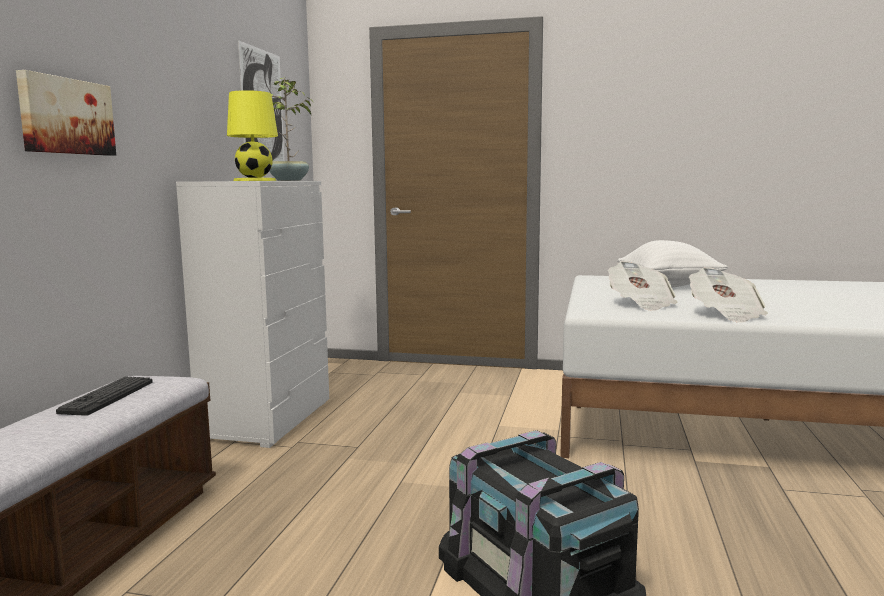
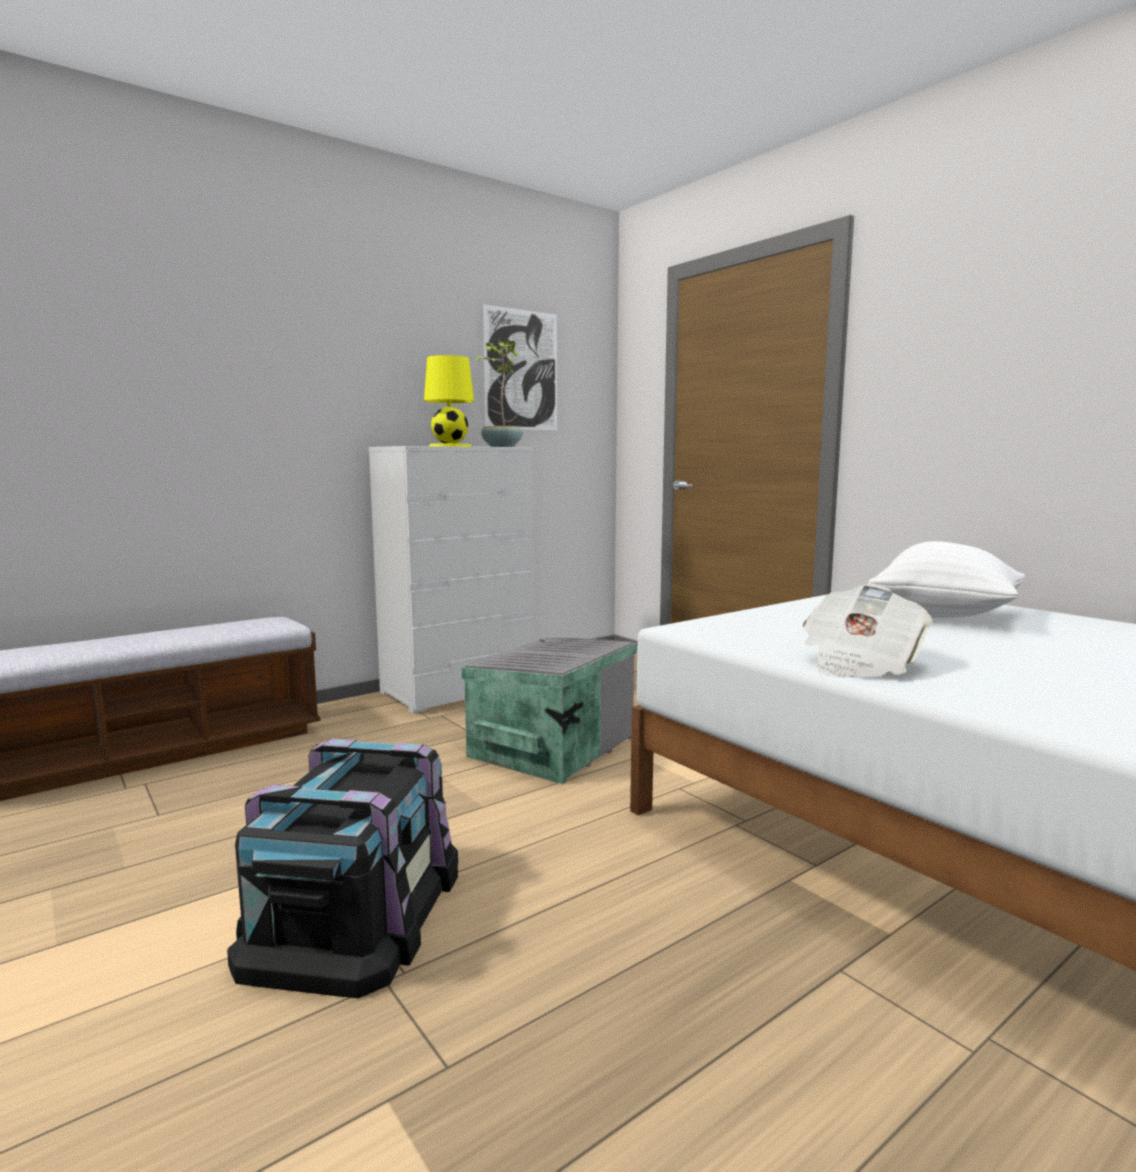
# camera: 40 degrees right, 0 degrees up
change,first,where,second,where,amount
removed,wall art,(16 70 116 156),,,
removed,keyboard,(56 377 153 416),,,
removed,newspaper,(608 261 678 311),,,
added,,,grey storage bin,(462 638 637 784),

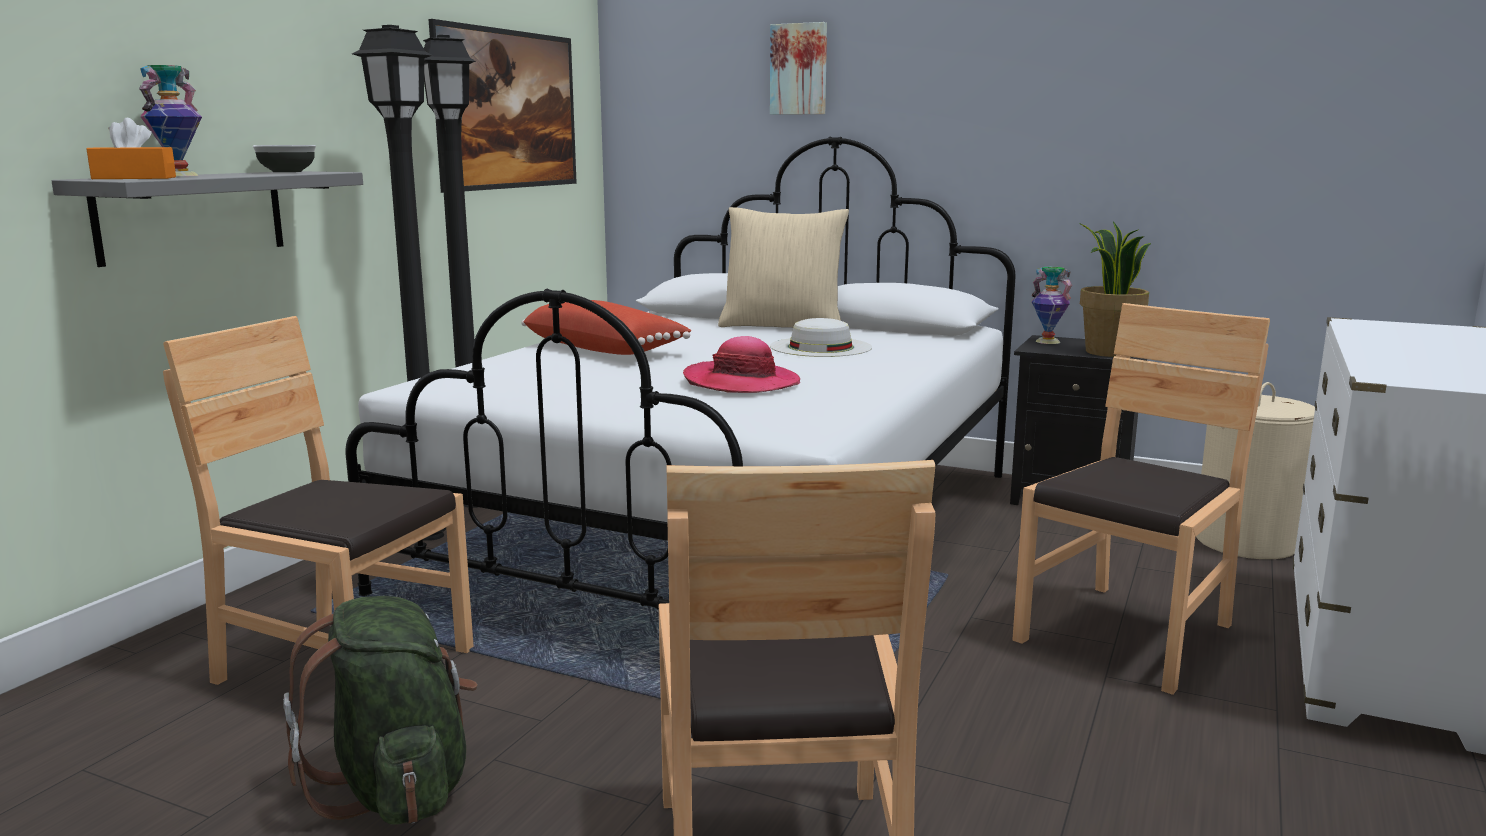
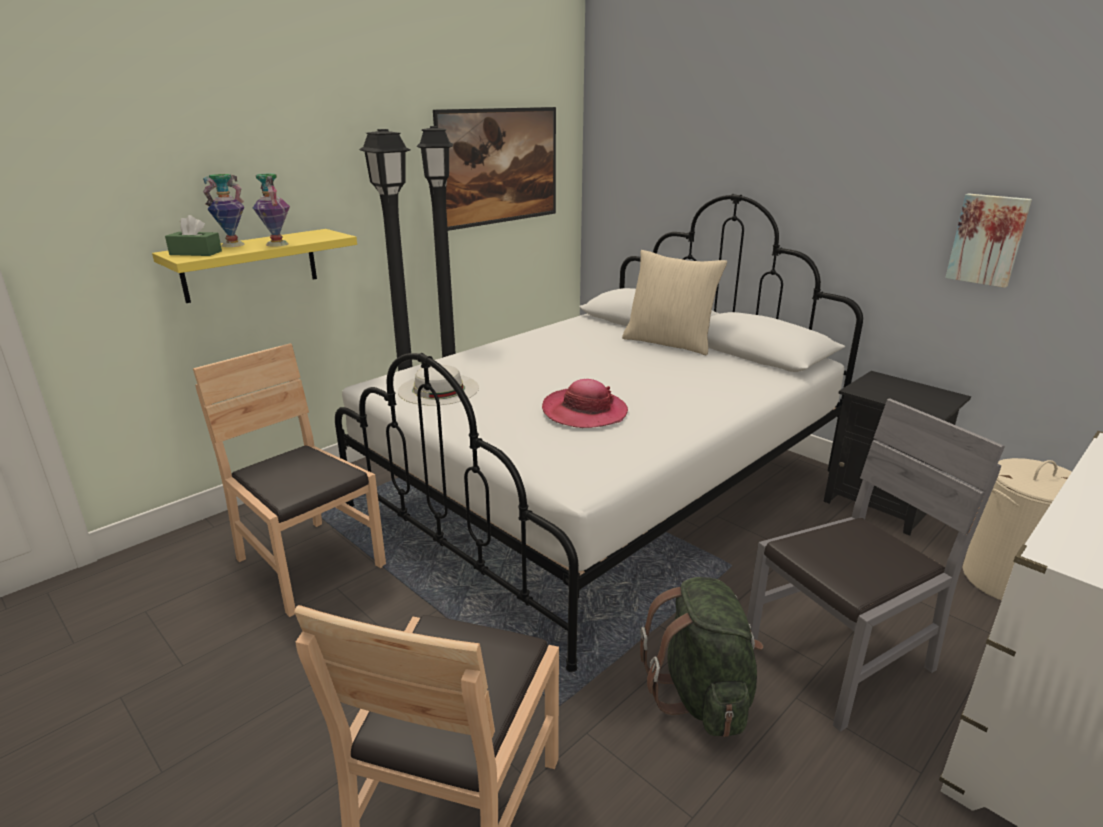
# camera: 20 degrees right, 10 degrees up
change,first,where,second,where,amount
recoloured,grey bracket shelf,(52 171 363 267),yellowish bracket shelf,(152 229 357 303),
recoloured,orange tissue holder,(87 118 176 179),green tissue holder,(165 215 222 256),
removed,deep dish,(252 145 316 172),,,
moved,green rucksack,(283 596 478 825),,(640 577 763 737),
removed,red pillow,(521 300 691 355),,,
moved,wall art,(770 22 827 115),,(945 193 1032 288),
moved,white-coloured hat,(770 318 872 357),,(398 365 479 405),
recoloured,brown chair,(1012 303 1270 695),grey chair,(747 398 1005 732),
moved,decorative vase,(1032 267 1072 344),,(253 174 290 247),
removed,plant in a pot,(1079 221 1151 357),,,

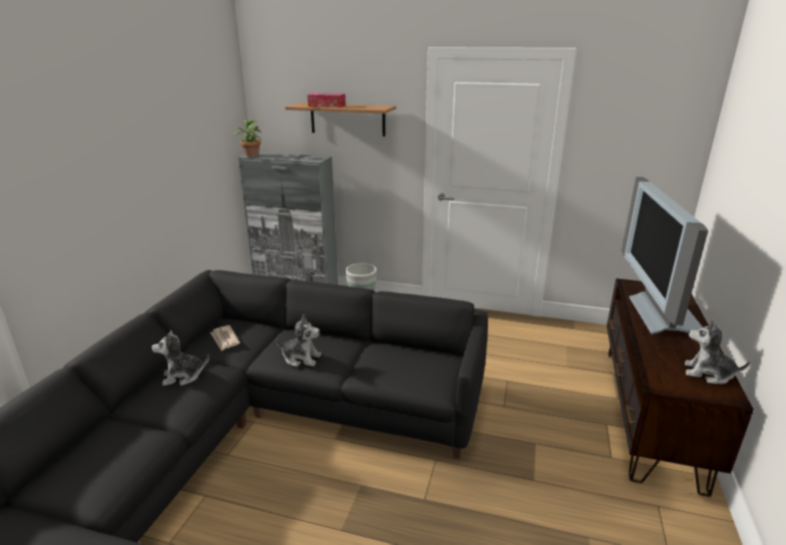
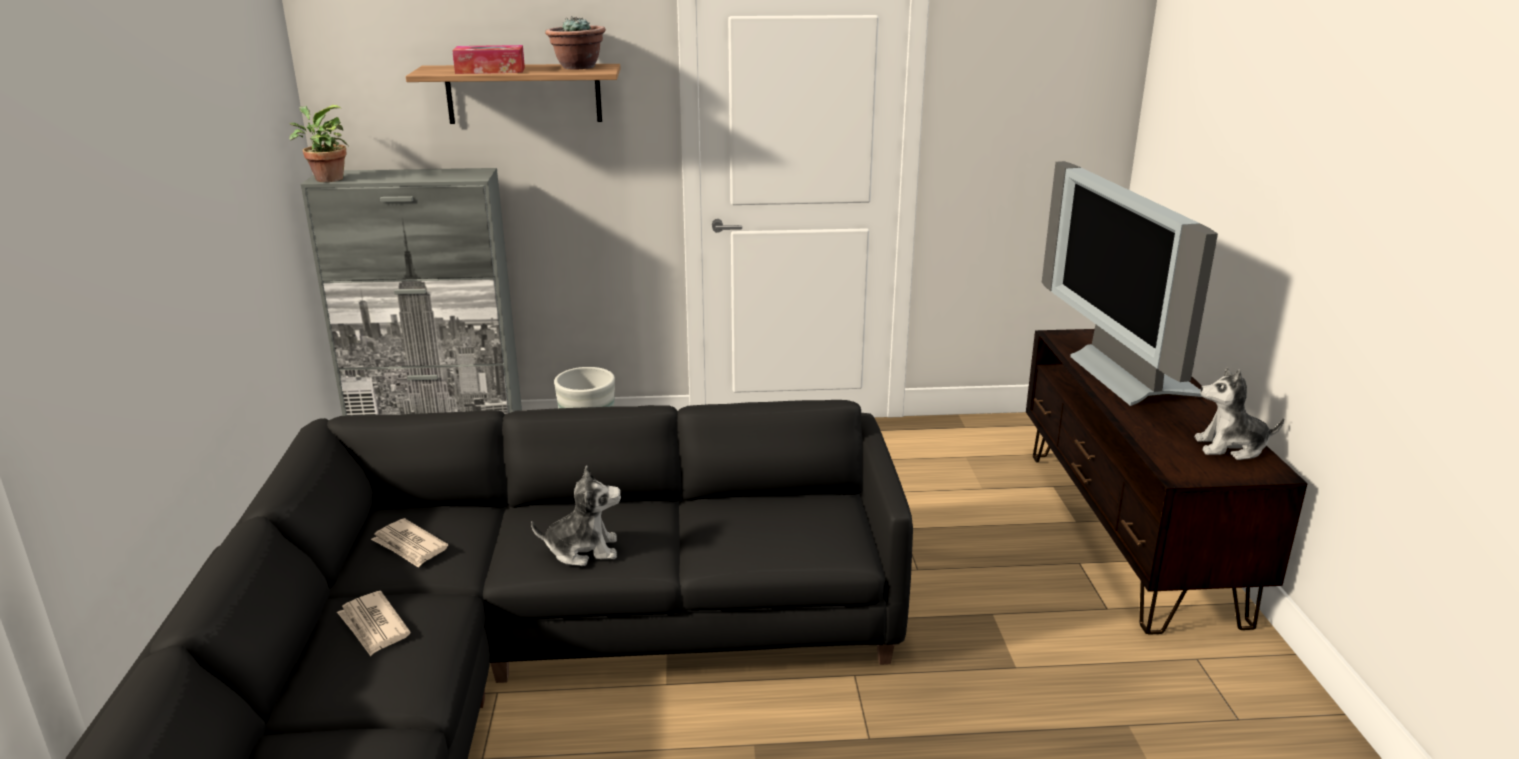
# camera: 20 degrees left, 0 degrees up
change,first,where,second,where,amount
replaced,cuddly toy,(152 330 209 386),newspaper,(337 591 411 656),
added,,,plant in a pot,(545 16 606 69),

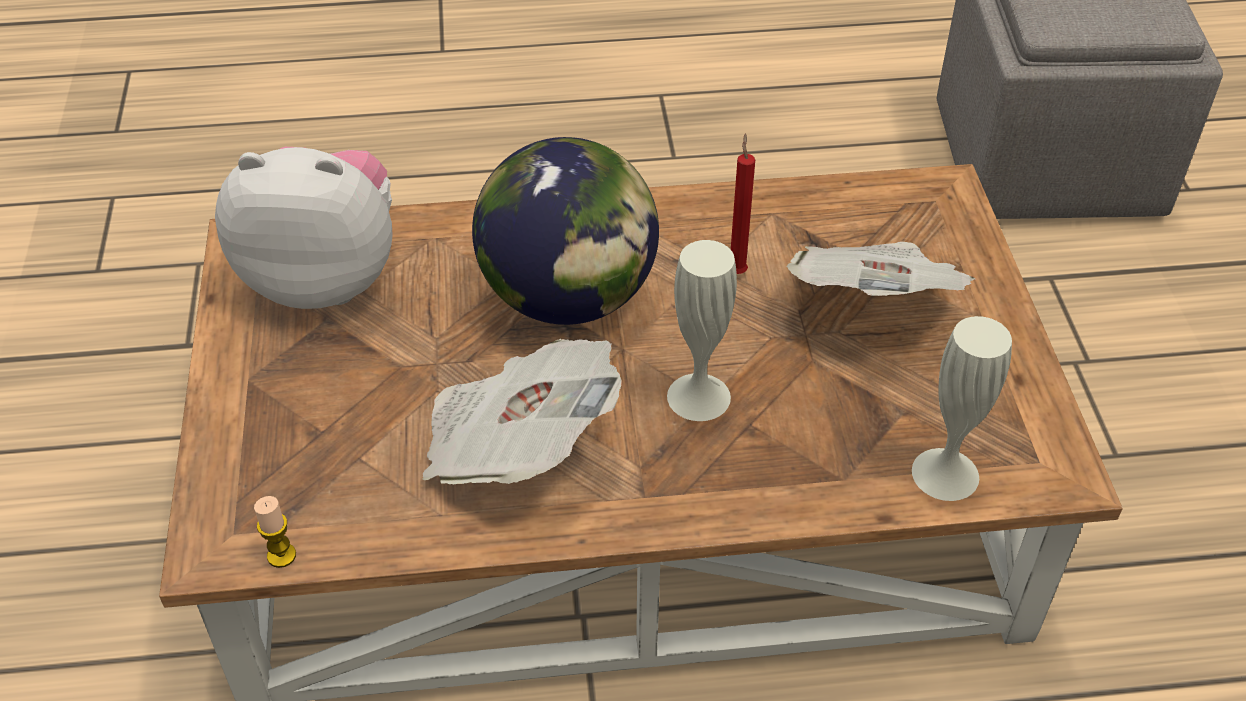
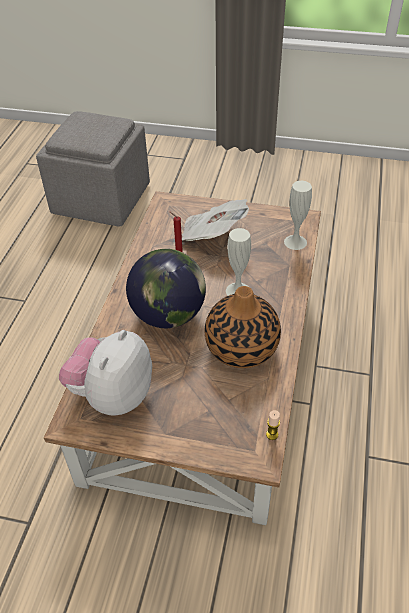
# camera: 70 degrees left, 0 degrees up
change,first,where,second,where,amount
replaced,newspaper,(422 339 622 484),decorative vase,(205 286 281 368),

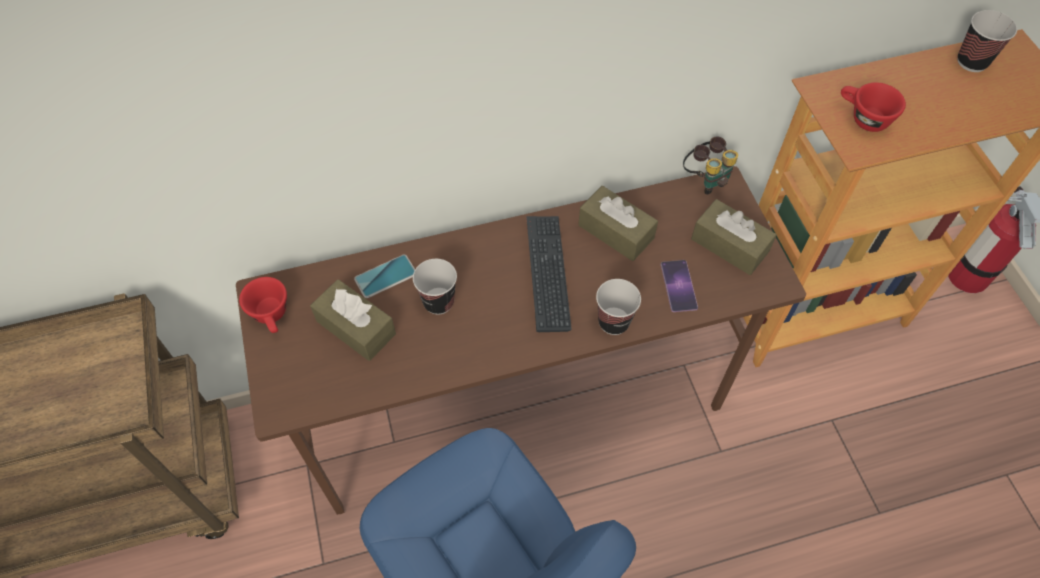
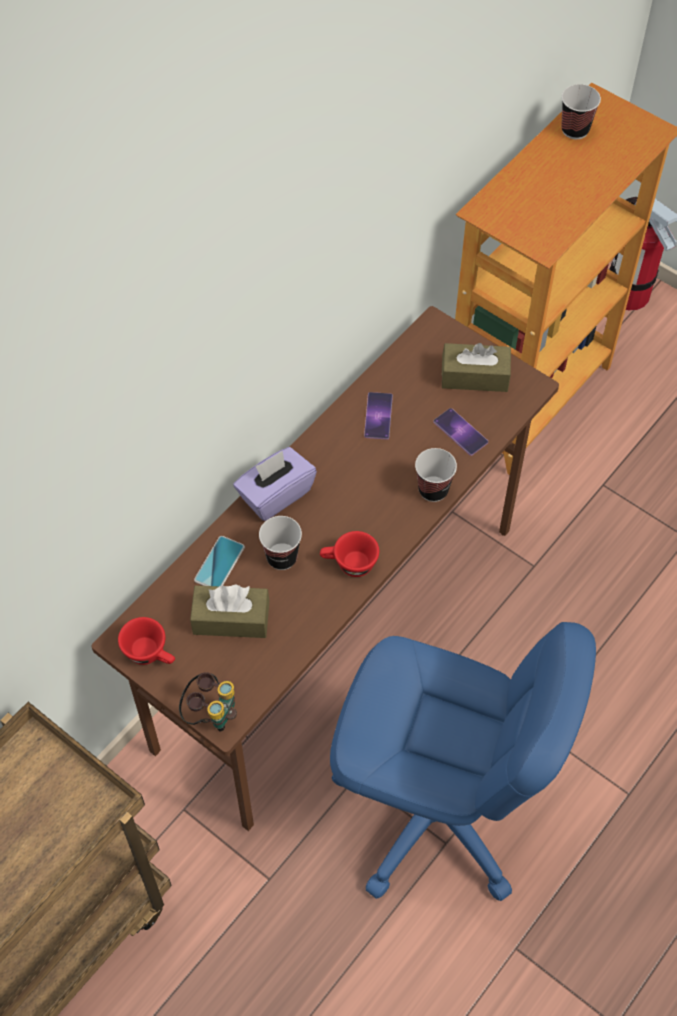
# camera: 35 degrees left, 0 degrees up
change,first,where,second,where,amount
removed,keyboard,(526 216 572 332),,,
replaced,brown tissue holder,(578 186 658 261),phone,(364 392 393 440),
moved,field glasses,(683 137 738 195),,(179 672 237 731),
moved,red cup,(841 82 906 132),,(320 531 379 577),
added,,,purplish tissue holder,(233 447 317 521),

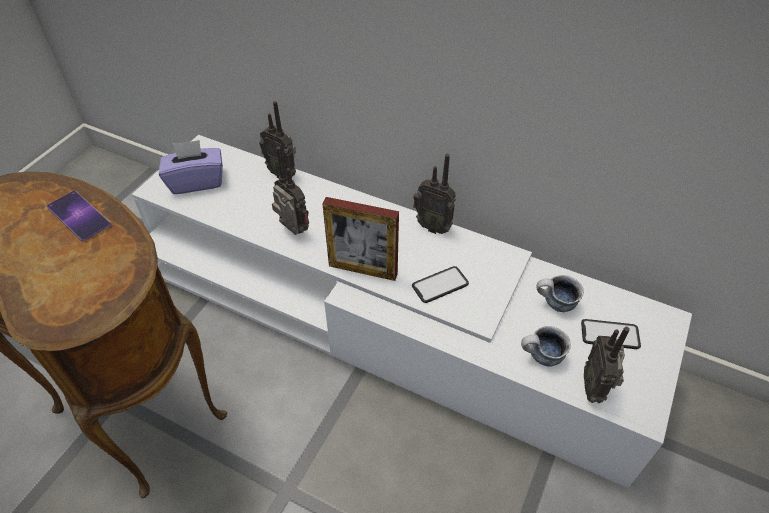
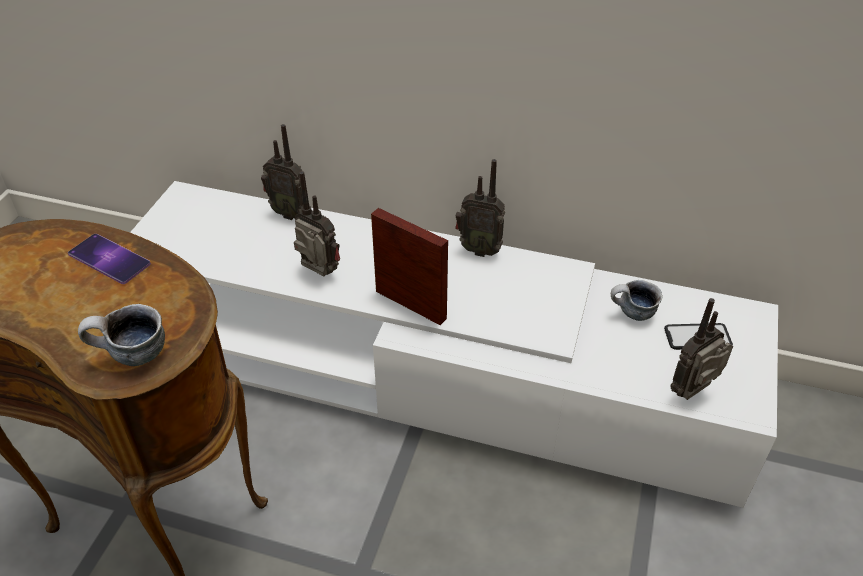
# camera: 10 degrees left, 5 degrees down
change,first,where,second,where,amount
removed,purplish tissue holder,(159 140 223 194),,,
turned,photo frame,(323 197 399 281),,(371 208 448 325),150 degrees counterclockwise
removed,phone,(412 266 469 303),,,
moved,mug,(521 326 571 367),,(78 304 165 366),
turned,radio receiver,(584 327 630 403),,(670 298 733 400),60 degrees clockwise

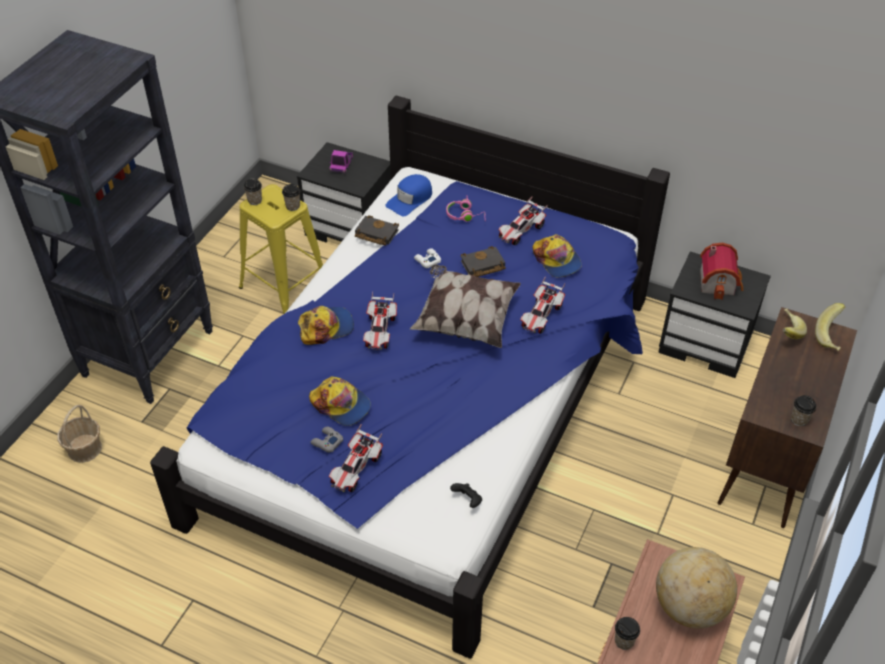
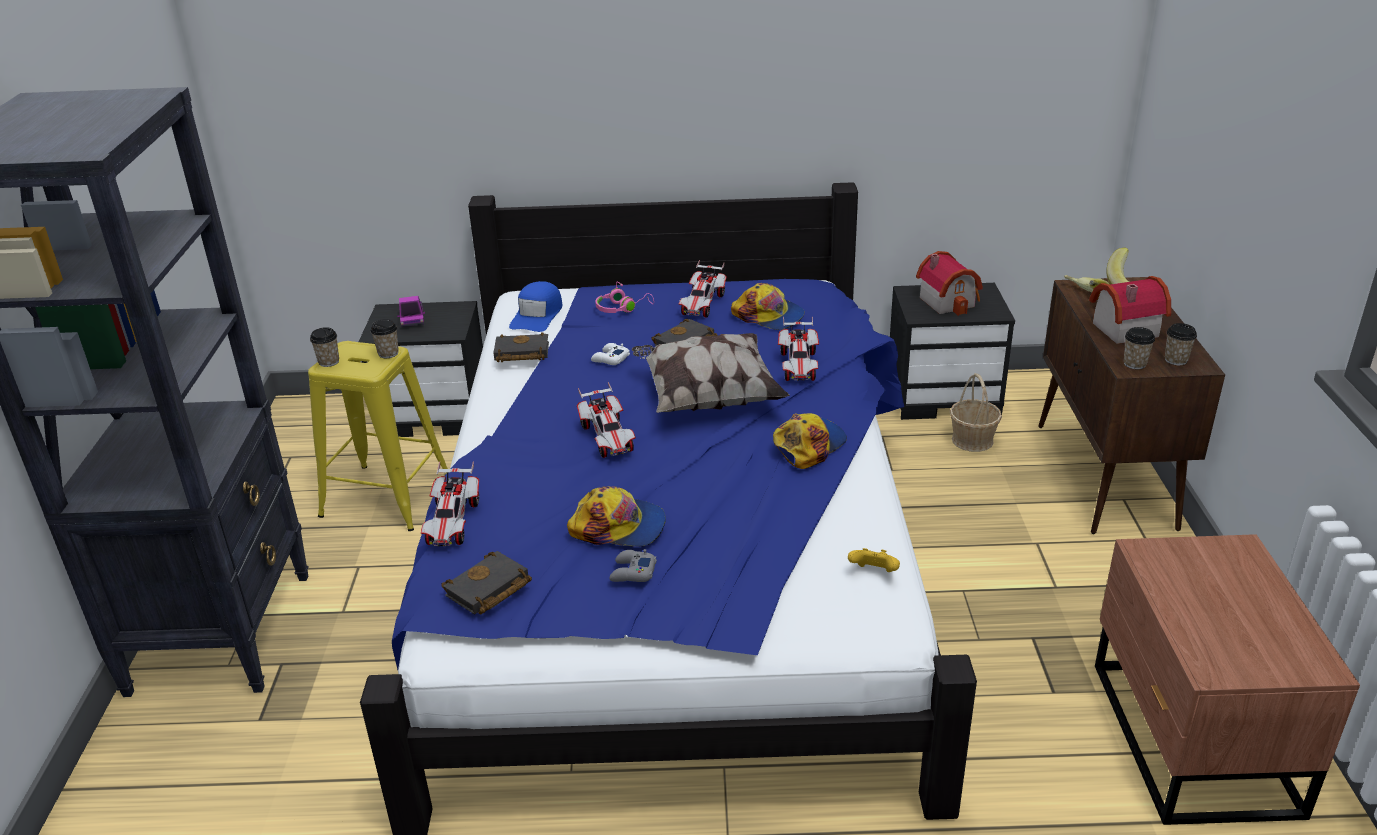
# camera: 25 degrees left, 15 degrees down
change,first,where,second,where,amount
moved,household basket,(57 405 102 463),,(950 373 1002 452),
moved,peaked cap,(298 306 354 345),,(773 413 847 469),
moved,miniature car,(329 424 383 492),,(421 461 479 547),
recoloured,black-coloured joypad,(450 483 482 508),yellowish joypad,(848 548 900 572),
moved,cup,(615 617 640 650),,(1124 327 1155 369),
removed,world globe,(656 547 737 628),,,
added,,,black-coloured volume,(441 551 532 615),
added,,,miniature house,(1089 276 1171 344),

